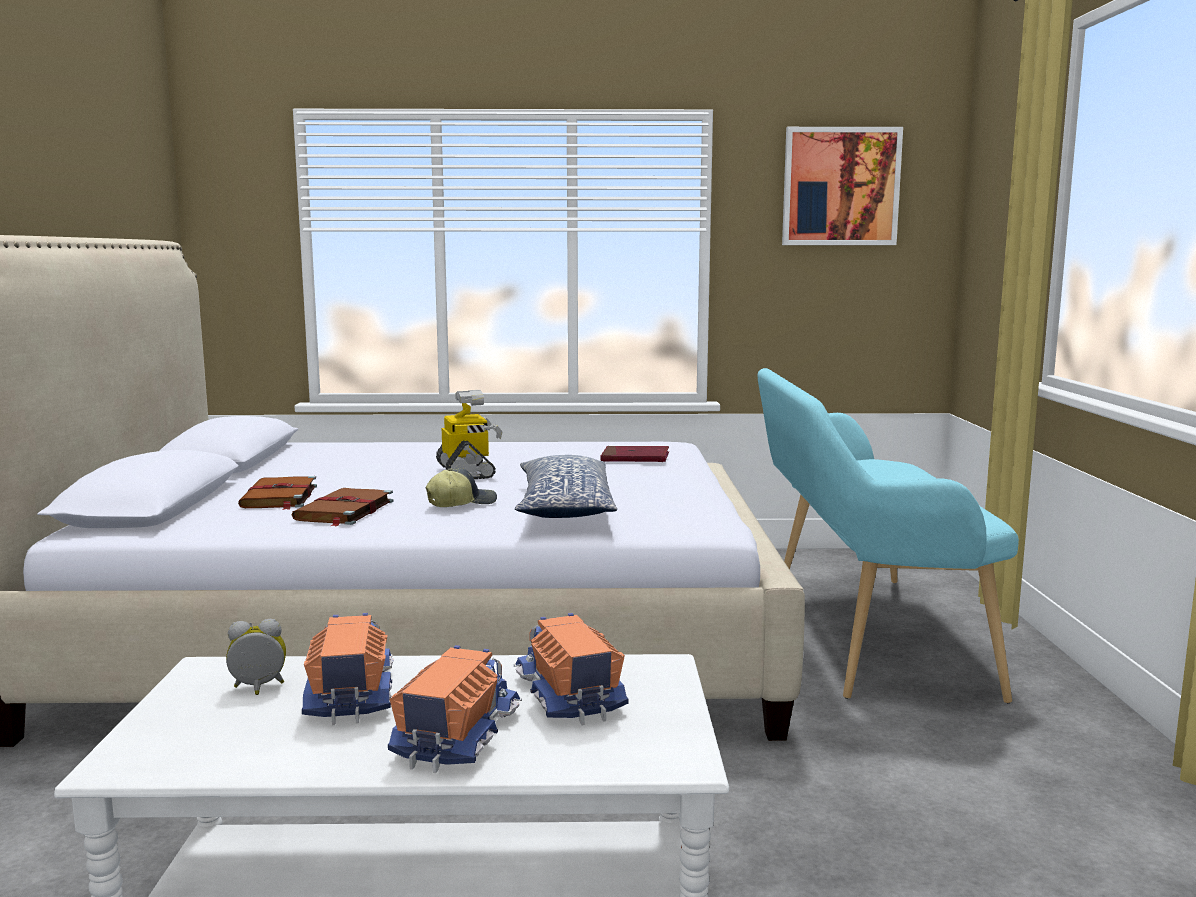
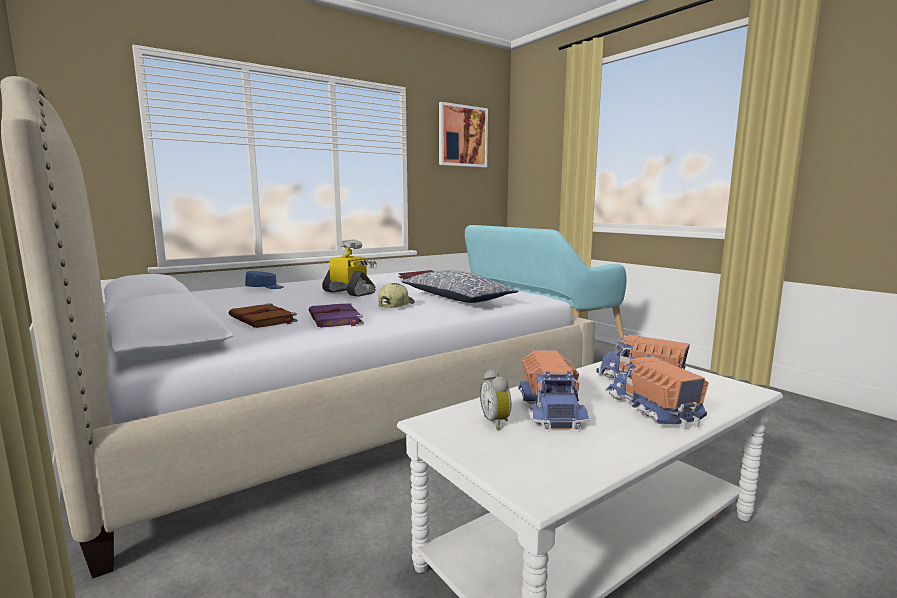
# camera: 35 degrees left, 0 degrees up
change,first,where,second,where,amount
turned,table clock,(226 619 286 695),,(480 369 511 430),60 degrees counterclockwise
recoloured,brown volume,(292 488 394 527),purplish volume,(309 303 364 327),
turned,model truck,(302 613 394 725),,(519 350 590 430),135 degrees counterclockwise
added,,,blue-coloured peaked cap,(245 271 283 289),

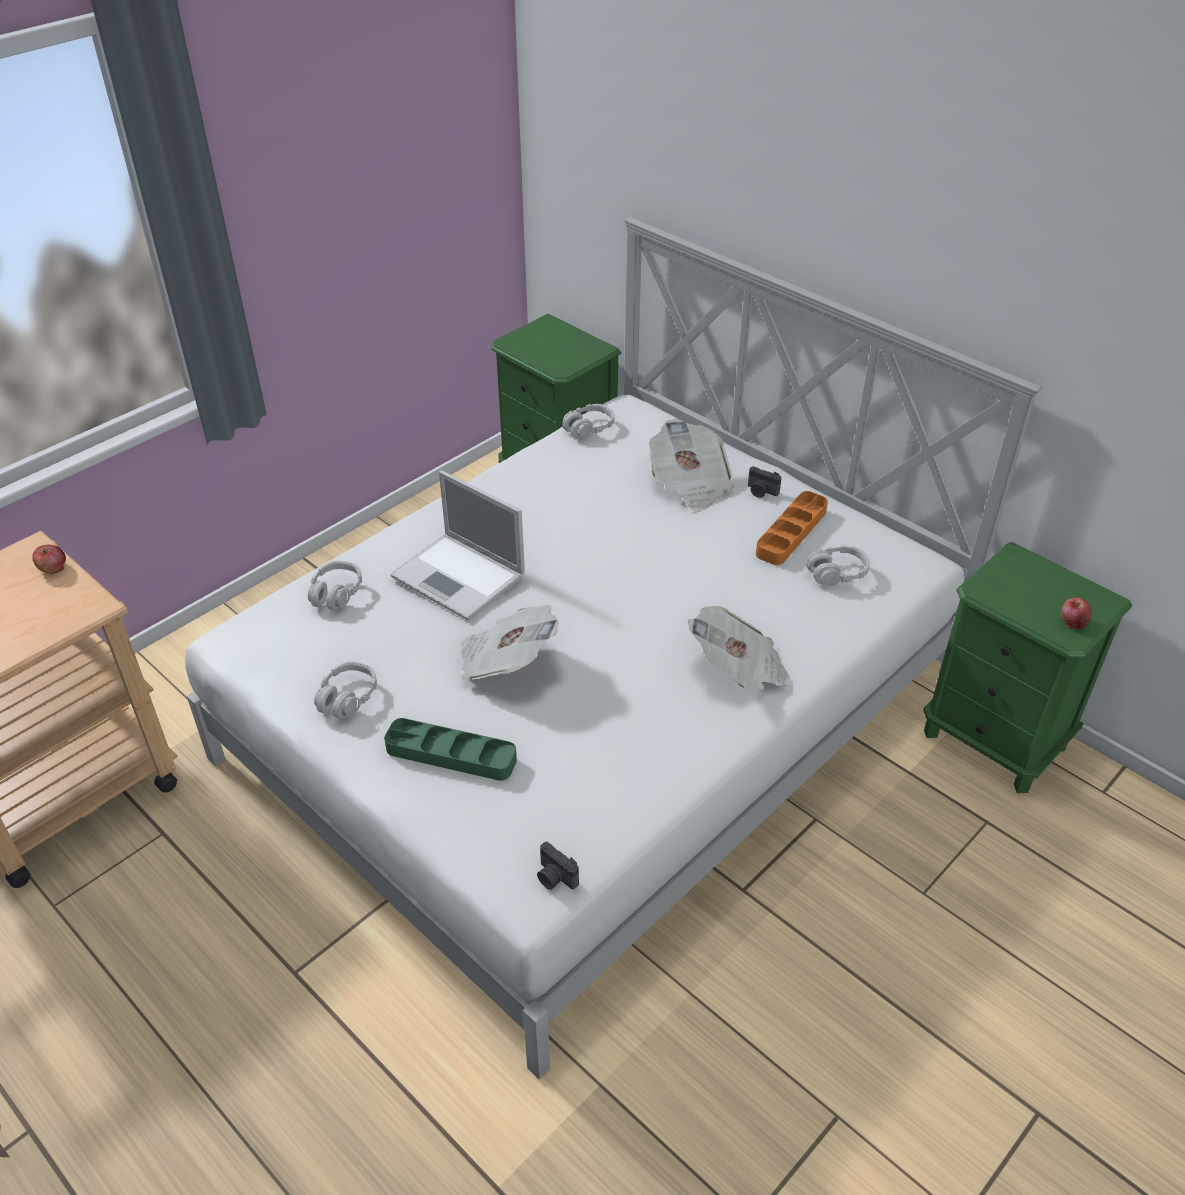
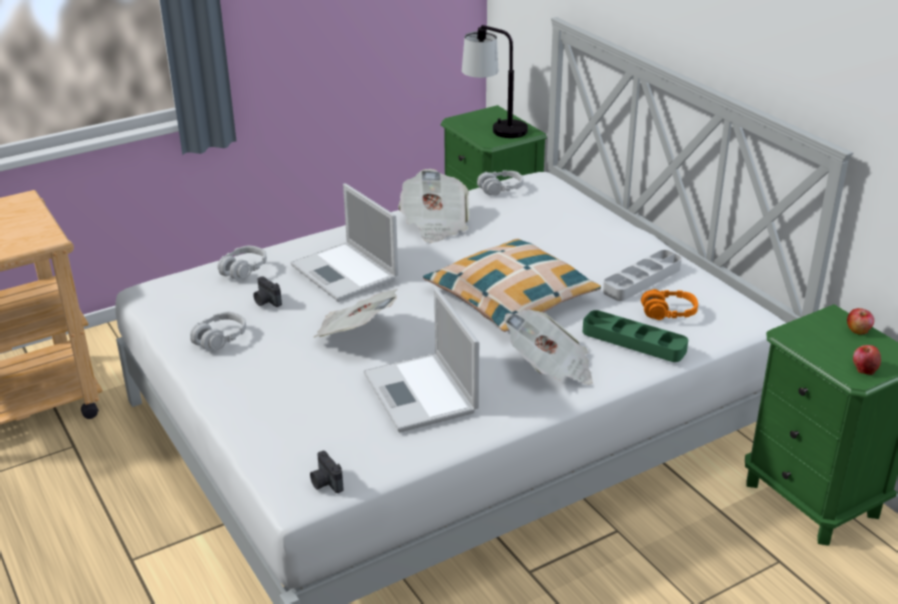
# camera: 15 degrees right, 10 degrees down
change,first,where,second,where,amount
moved,whole apple,(32 545 66 574),,(847 308 874 335),
moved,green tray,(384 718 517 781),,(583 310 688 362),
moved,newspaper,(649 419 734 512),,(398 169 469 243),
moved,still camera,(748 466 782 498),,(253 276 282 307),
recoloured,orange tray,(756 491 828 565),grey tray,(603 250 682 301),
recoloured,grey headphones,(806 545 870 586),orange headphones,(641 289 698 320),
added,,,portable computer,(363 289 479 432),
added,,,pillow,(423 238 601 332),
added,,,table lamp,(462 25 528 138),

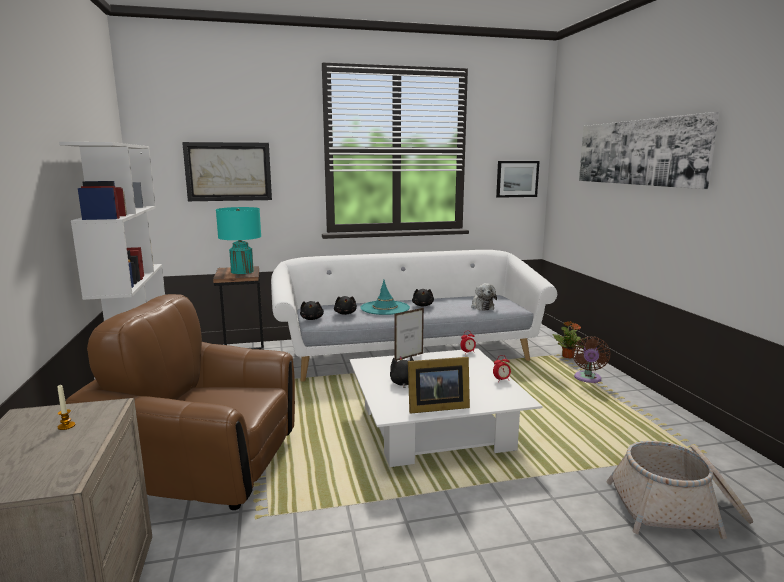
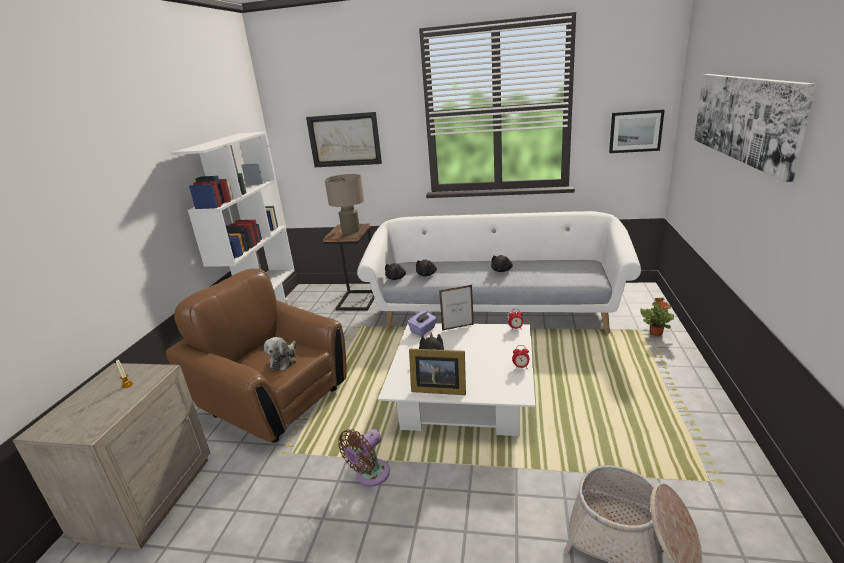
# camera: 25 degrees right, 10 degrees up
change,first,where,second,where,amount
recoloured,blue-green table lamp,(216 207 261 274),beige-coloured table lamp,(325 174 364 234),
removed,blue-green hat,(361 280 410 315),,,
moved,cuddly toy,(471 283 497 311),,(264 337 296 370),
moved,brown electric fan,(572 337 610 383),,(338 429 390 487),
added,,,purplish tissue holder,(408 311 437 336),

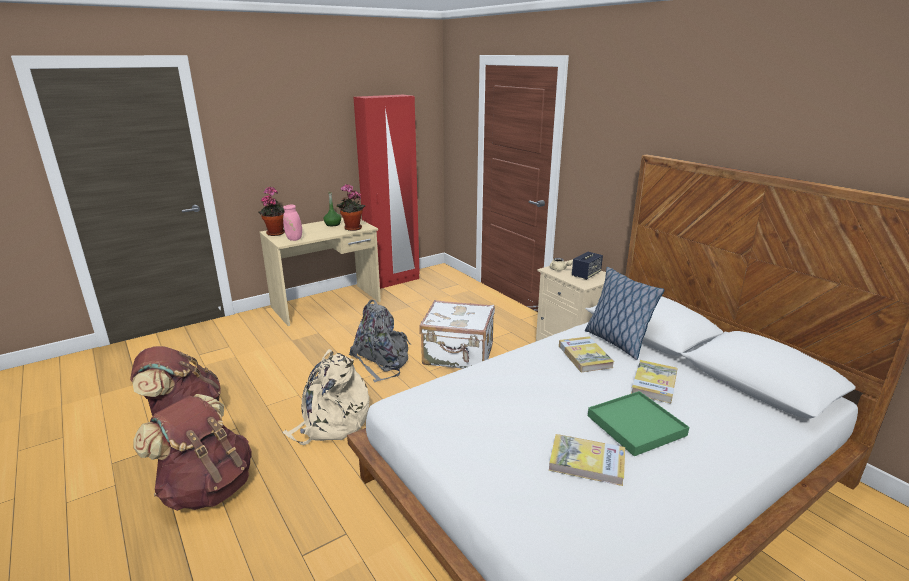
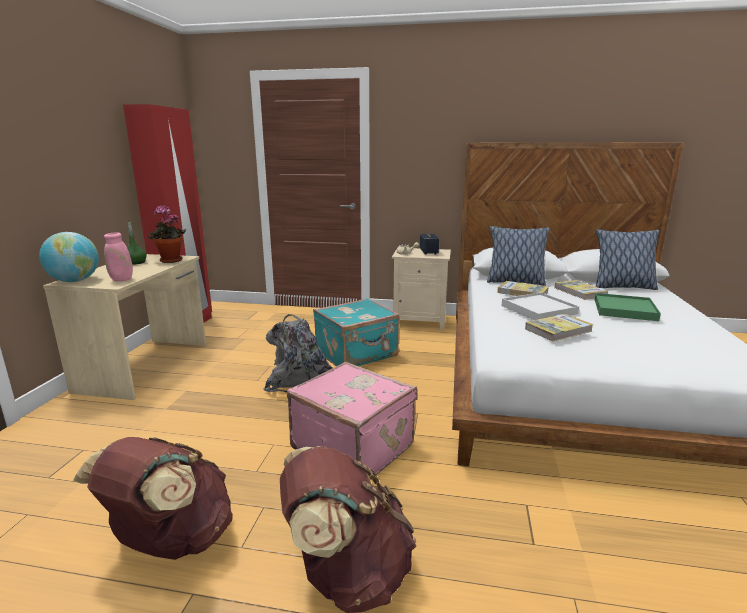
# camera: 45 degrees left, 5 degrees down
change,first,where,second,where,amount
replaced,plant in a pot,(259 186 285 236),world globe,(39 232 99 282),
replaced,beige-coloured rucksack,(282 349 369 445),pink-coloured travel case,(287 362 417 480),
recoloured,white-coloured travel case,(419 300 495 369),blue-green travel case,(313 298 400 366),
moved,volume,(549 434 625 486),,(525 314 594 341),
added,,,white-coloured tray,(501 292 579 320),
added,,,pillow,(595 229 659 290),

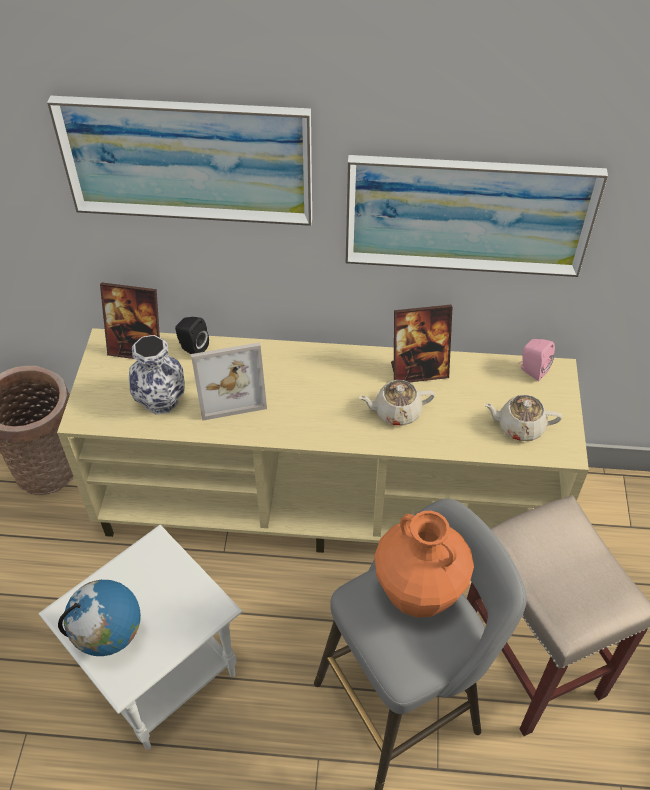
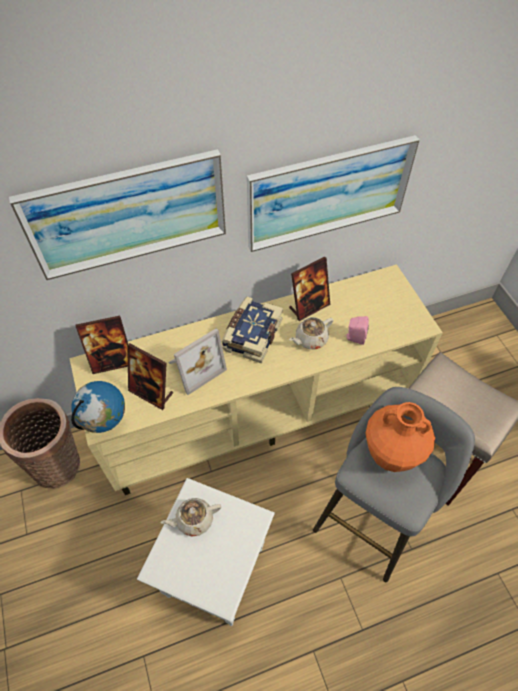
# camera: 25 degrees left, 5 degrees up
change,first,where,second,where,amount
moved,world globe,(58 580 141 656),,(71 381 125 433),
replaced,decorative vase,(129 335 185 415),photo frame,(127 343 173 410),
removed,black-coloured speaker,(175 317 209 354),,,
moved,beige-coloured pot for tea,(484 395 562 441),,(161 498 221 537),
moved,pink-coloured speaker,(519 339 555 381),,(345 316 369 345),
added,,,volume,(222 297 283 364),

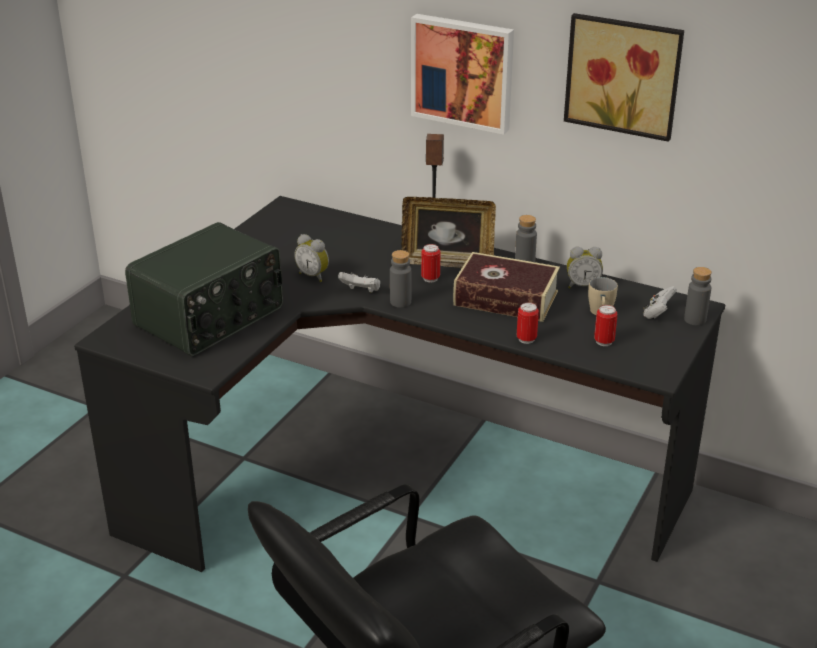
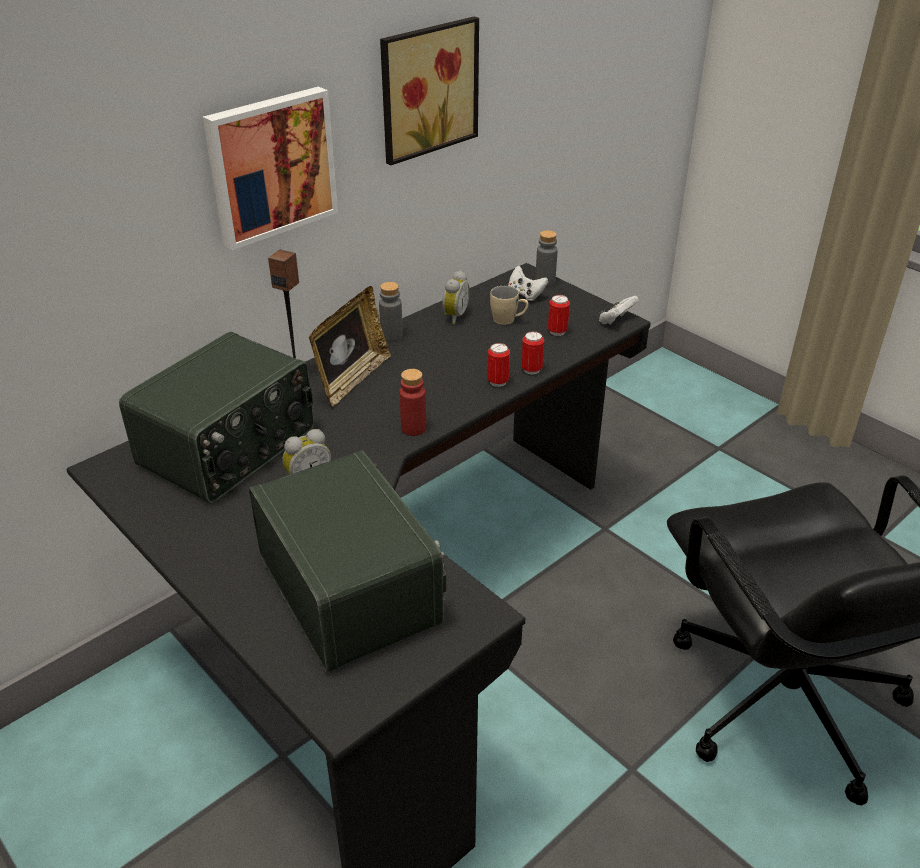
# camera: 70 degrees left, 5 degrees up
change,first,where,second,where,amount
moved,white-coloured joypad,(338 272 380 293),,(599 296 639 325),
recoloured,grey bottle,(390 250 411 308),red bottle,(399 369 426 436),
moved,metal can,(421 244 440 282),,(487 343 510 387),
removed,volume,(453 252 560 322),,,
added,,,radio receiver,(119 332 314 503),

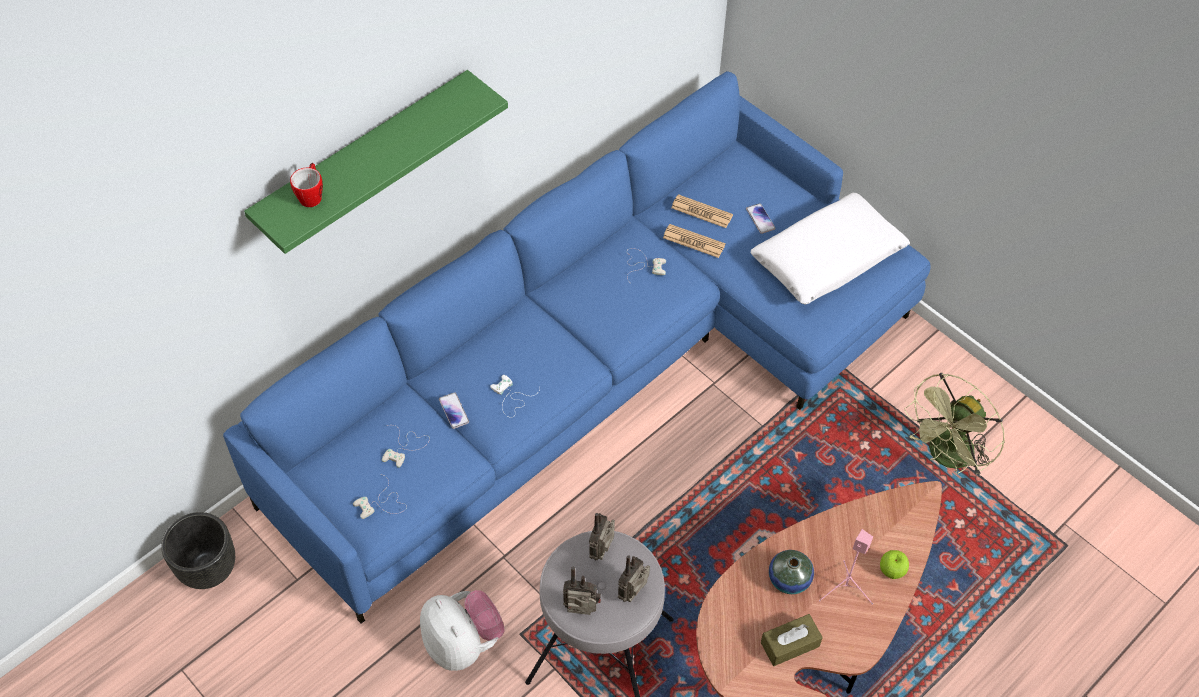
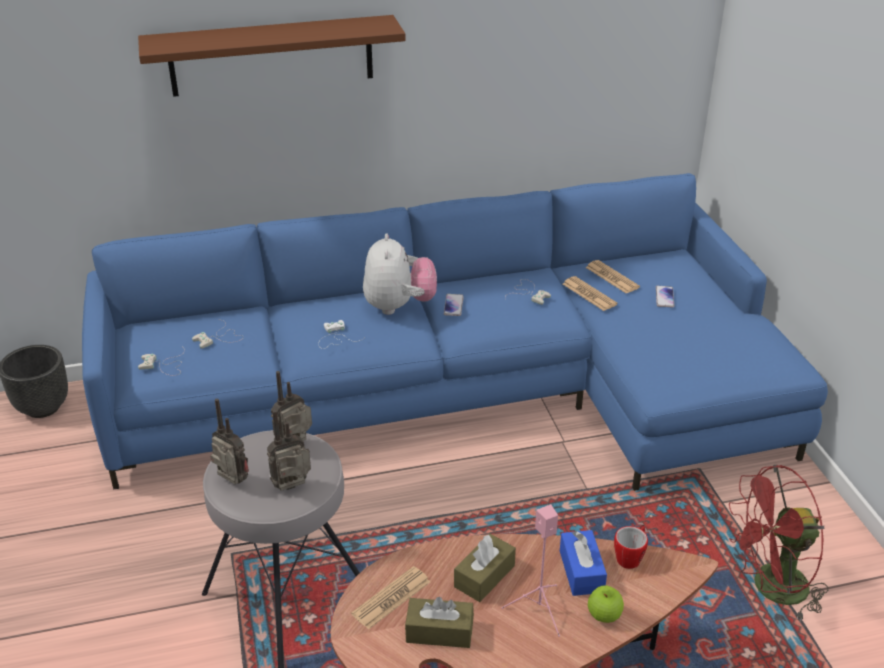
# camera: 30 degrees right, 20 degrees down
change,first,where,second,where,amount
recoloured,green bracket shelf,(244 70 508 254),brown bracket shelf,(138 15 406 97),
moved,mug,(290 163 323 207),,(614 525 648 569),
moved,cuddly toy,(420 590 504 671),,(363 234 437 315),
moved,phone,(439 392 469 429),,(444 294 463 316),
removed,white-coloured pillow,(751 193 910 305),,,
replaced,decorative vase,(769 550 814 594),brown tissue holder,(454 534 516 602),
recoloured,green electric fan,(904 373 1005 476),red electric fan,(729 465 829 621),
added,,,newspaper,(351 566 430 630),
added,,,blue-coloured tissue holder,(560 530 607 596),

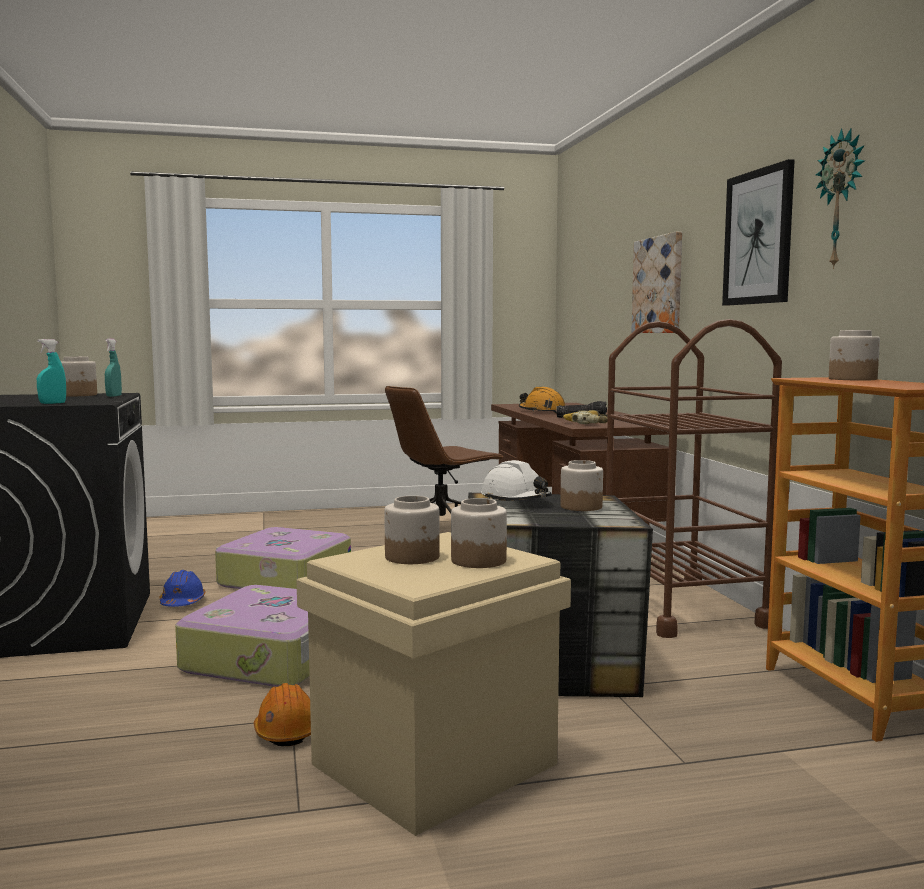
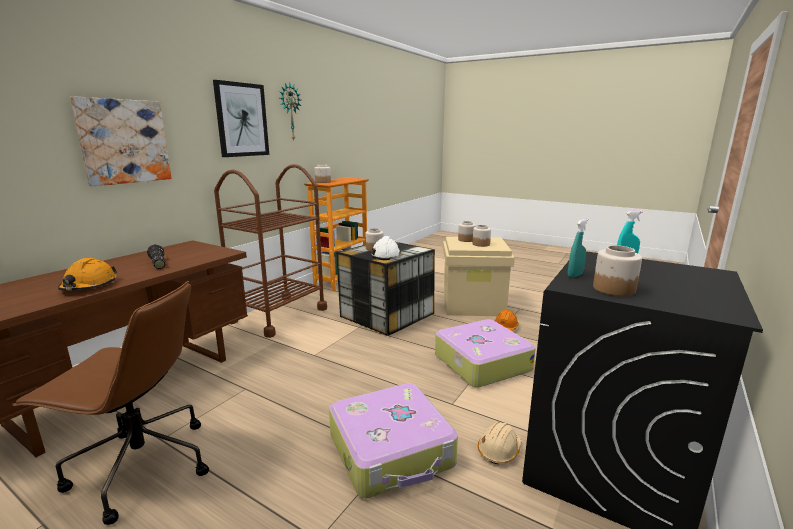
# camera: 135 degrees left, 10 degrees up
change,first,where,second,where,amount
recoloured,blue-coloured work helmet,(159 570 206 607),beige-coloured work helmet,(478 422 522 464),
removed,drill,(563 410 608 424),,,

